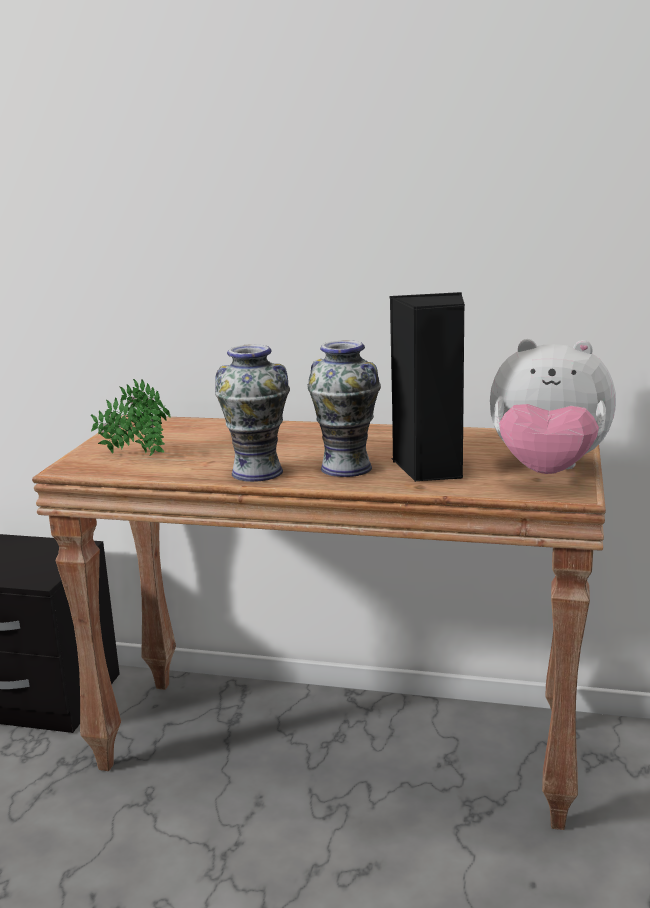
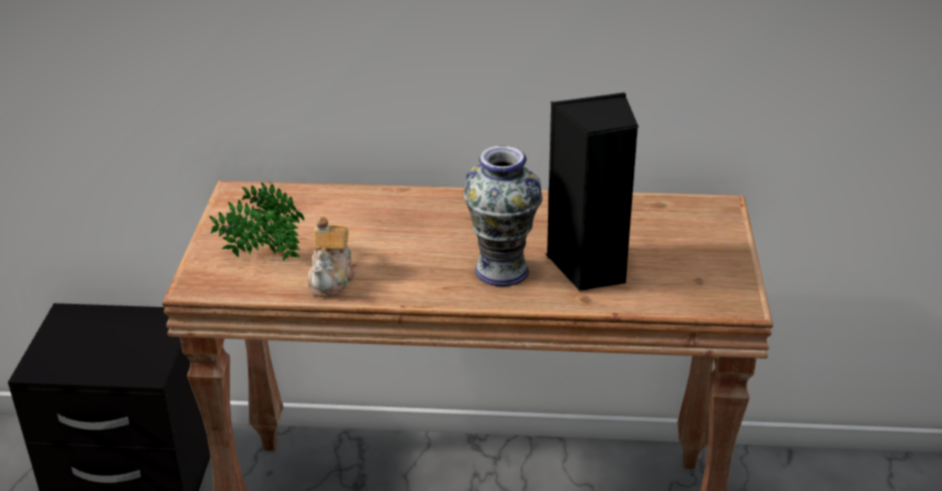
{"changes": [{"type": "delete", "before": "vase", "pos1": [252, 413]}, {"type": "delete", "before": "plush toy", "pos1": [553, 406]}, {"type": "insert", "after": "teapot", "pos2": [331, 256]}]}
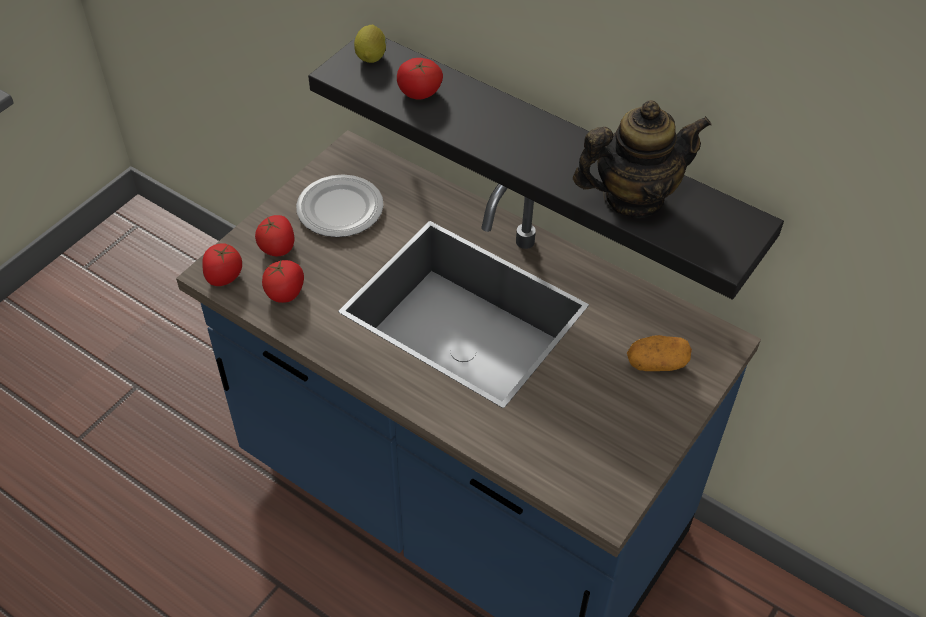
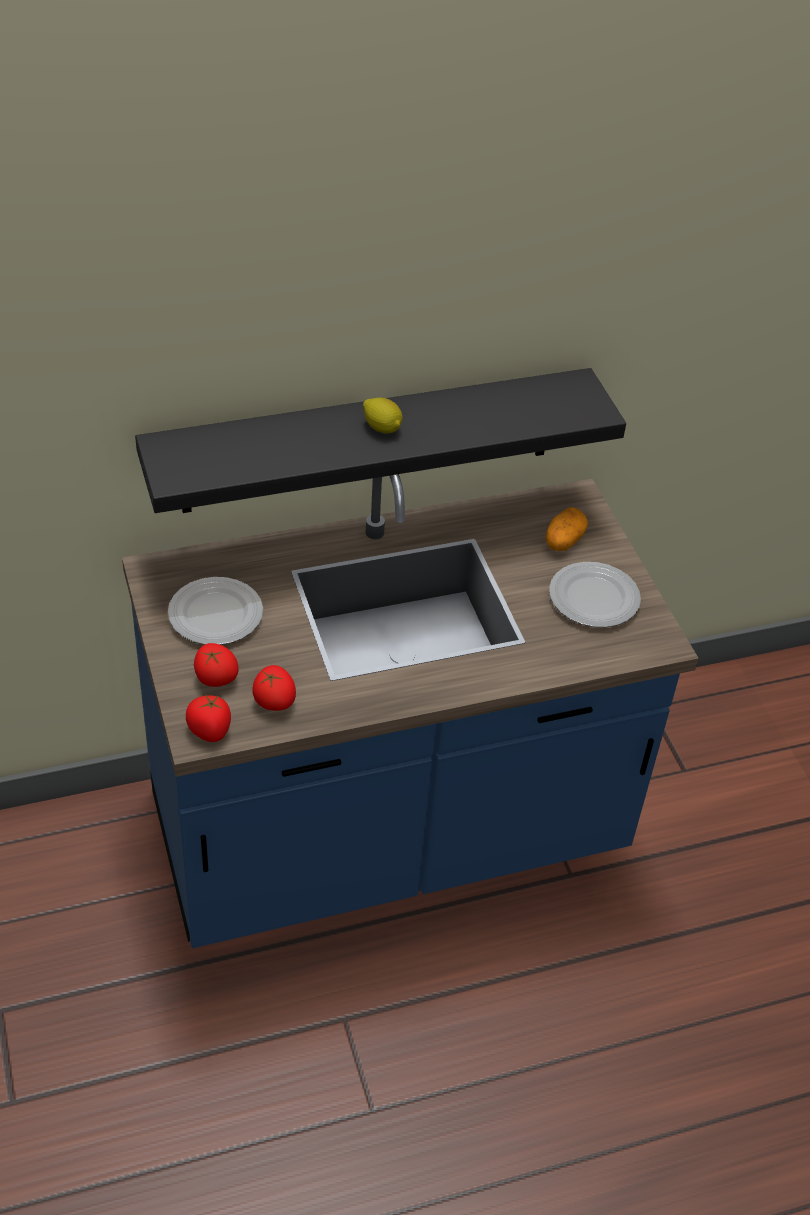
{"changes": [{"type": "move", "before": "lemon", "pos1": [370, 44], "pos2": [382, 415]}, {"type": "delete", "before": "tomato", "pos1": [420, 78]}, {"type": "delete", "before": "teapot", "pos1": [642, 159]}, {"type": "insert", "after": "plate", "pos2": [595, 594]}]}
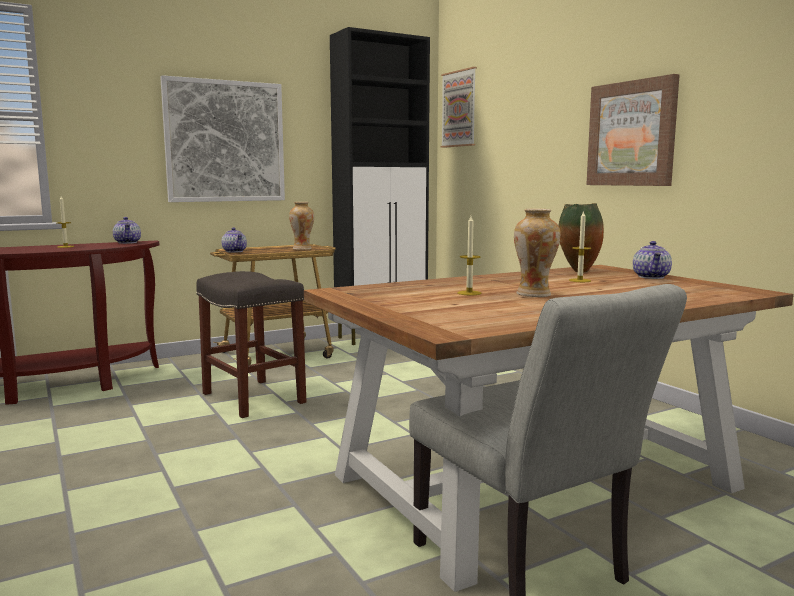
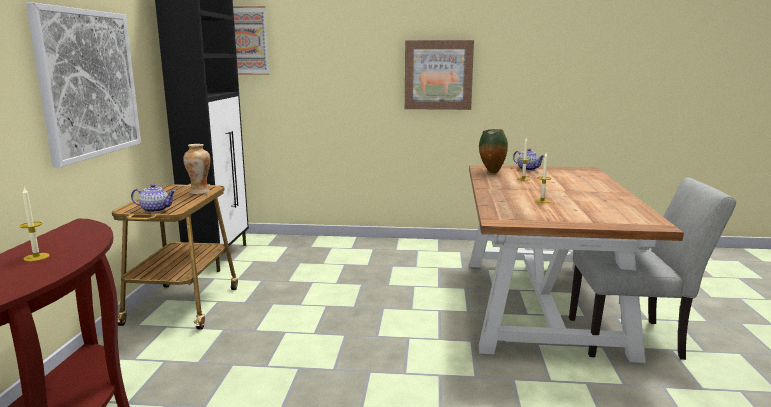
{"changes": [{"type": "delete", "before": "teapot", "pos1": [127, 230]}, {"type": "delete", "before": "grey stool", "pos1": [251, 344]}, {"type": "delete", "before": "vase", "pos1": [537, 252]}]}
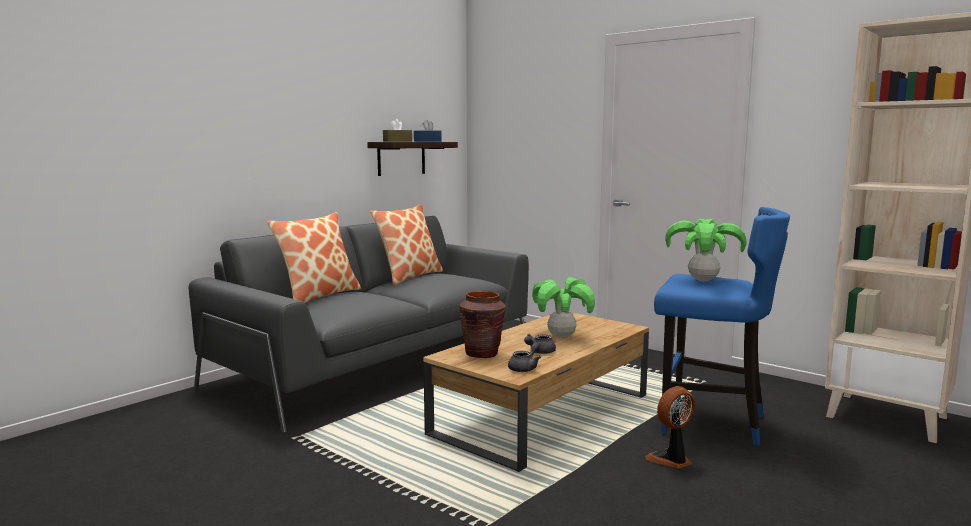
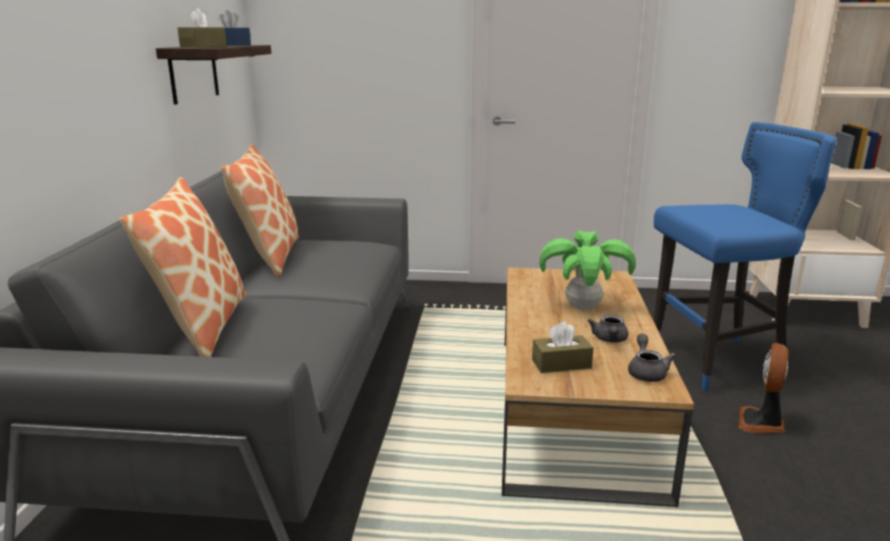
{"changes": [{"type": "replace", "before": "brown vase", "after": "brown tissue box", "pos1": [482, 324], "pos2": [562, 347]}, {"type": "delete", "before": "potted plant", "pos1": [706, 250]}]}
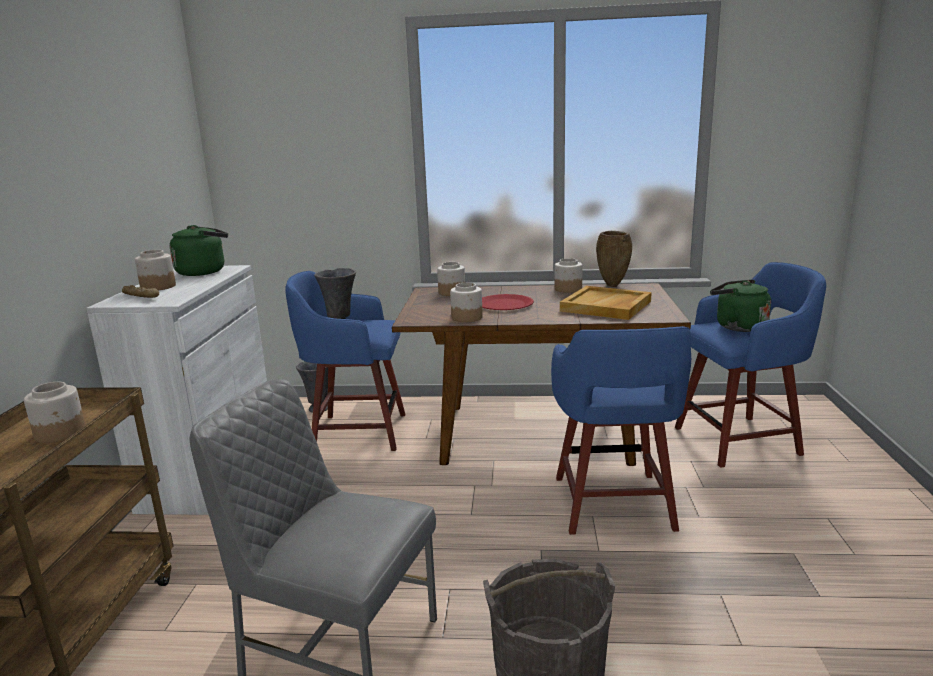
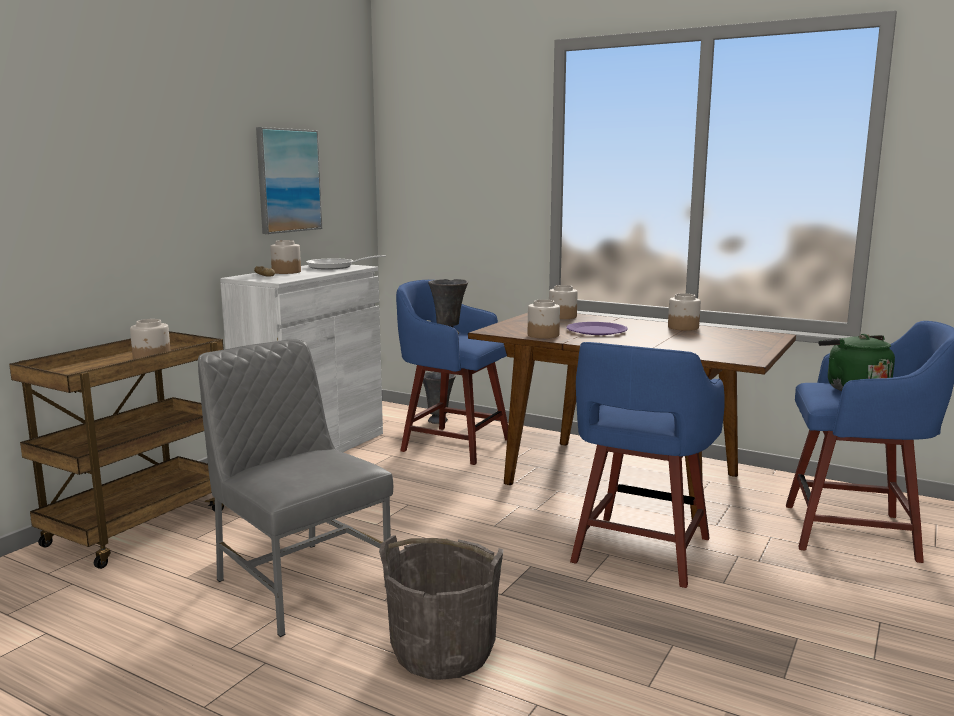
{"changes": [{"type": "replace", "before": "green kettle", "after": "frying pan", "pos1": [198, 250], "pos2": [346, 262]}, {"type": "recolor", "before": "red plate", "after": "purple plate", "pos1": [508, 302], "pos2": [597, 328]}, {"type": "delete", "before": "beige tray", "pos1": [606, 303]}, {"type": "delete", "before": "brown vase", "pos1": [614, 259]}, {"type": "insert", "after": "picture", "pos2": [289, 180]}]}
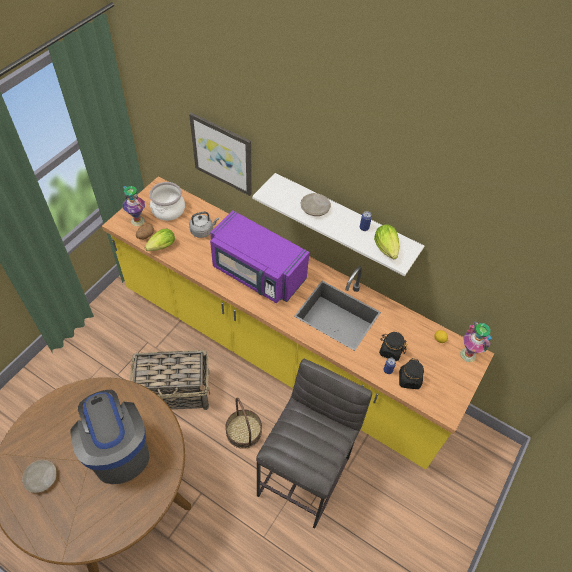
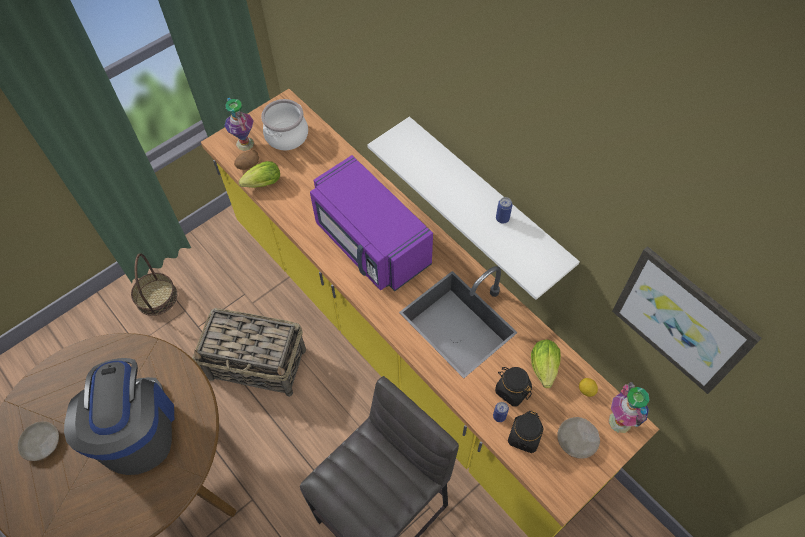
{"changes": [{"type": "move", "before": "picture", "pos1": [220, 154], "pos2": [687, 320]}, {"type": "delete", "before": "grey kettle", "pos1": [204, 224]}, {"type": "move", "before": "basket", "pos1": [243, 423], "pos2": [154, 284]}, {"type": "move", "before": "beige plate", "pos1": [316, 204], "pos2": [578, 438]}, {"type": "move", "before": "lettuce", "pos1": [387, 241], "pos2": [546, 363]}]}
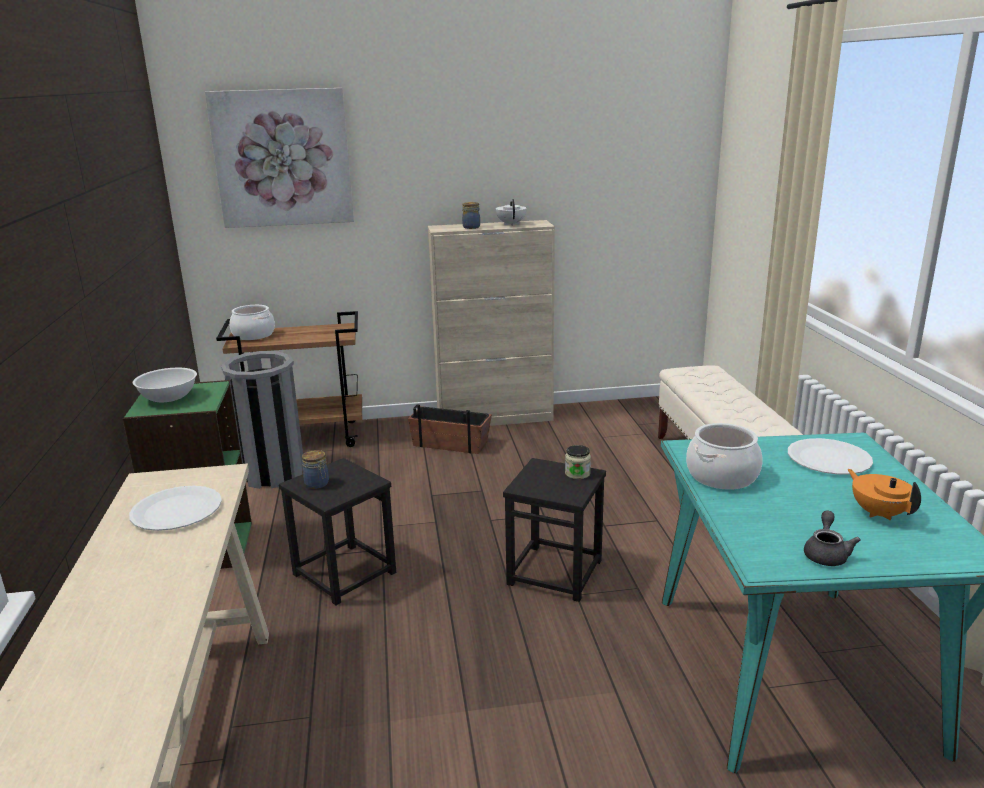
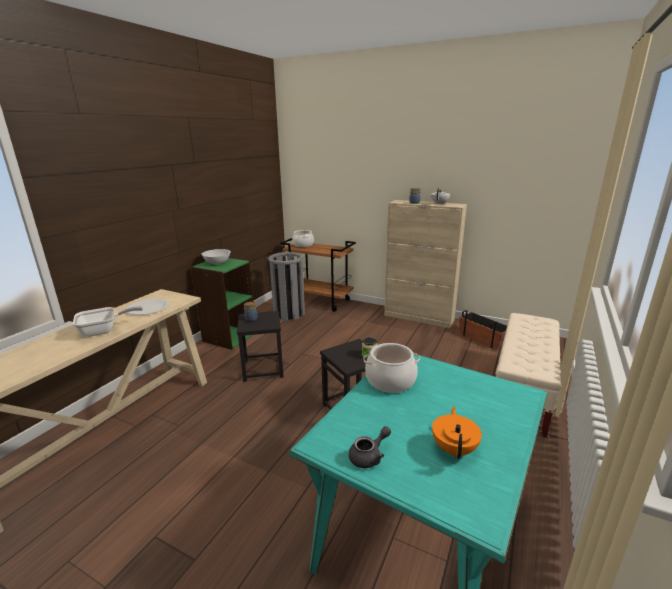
{"changes": [{"type": "delete", "before": "picture", "pos1": [279, 158]}, {"type": "move", "before": "planter", "pos1": [450, 429], "pos2": [483, 330]}, {"type": "delete", "before": "white plate", "pos1": [830, 456]}, {"type": "insert", "after": "frying pan", "pos2": [108, 321]}]}
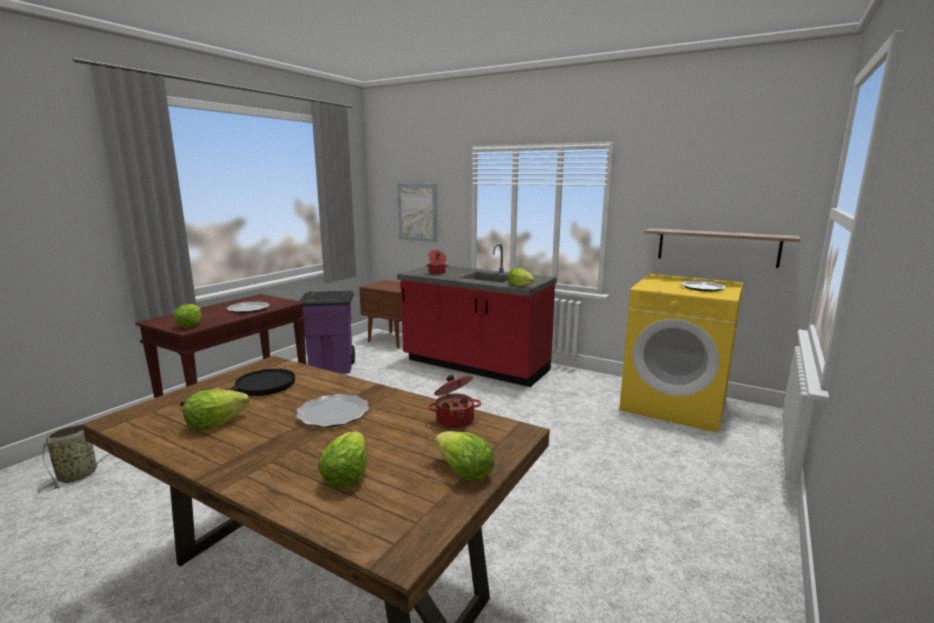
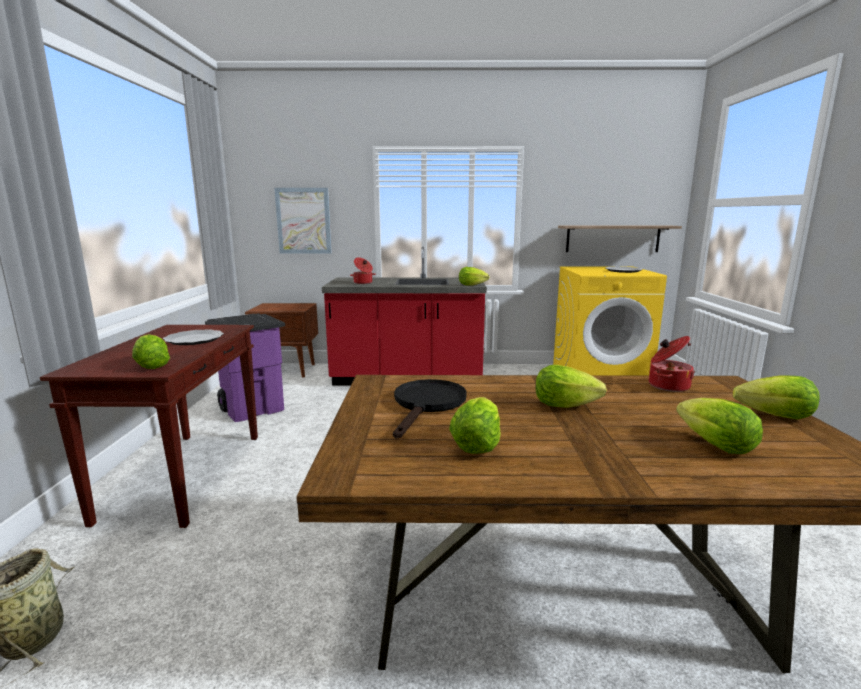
{"changes": [{"type": "replace", "before": "plate", "after": "lettuce", "pos1": [332, 410], "pos2": [571, 386]}]}
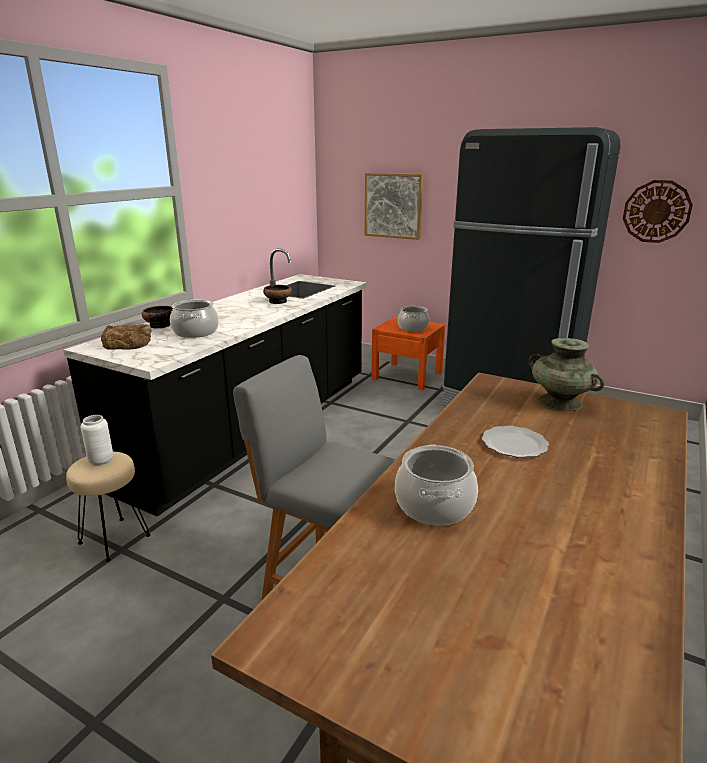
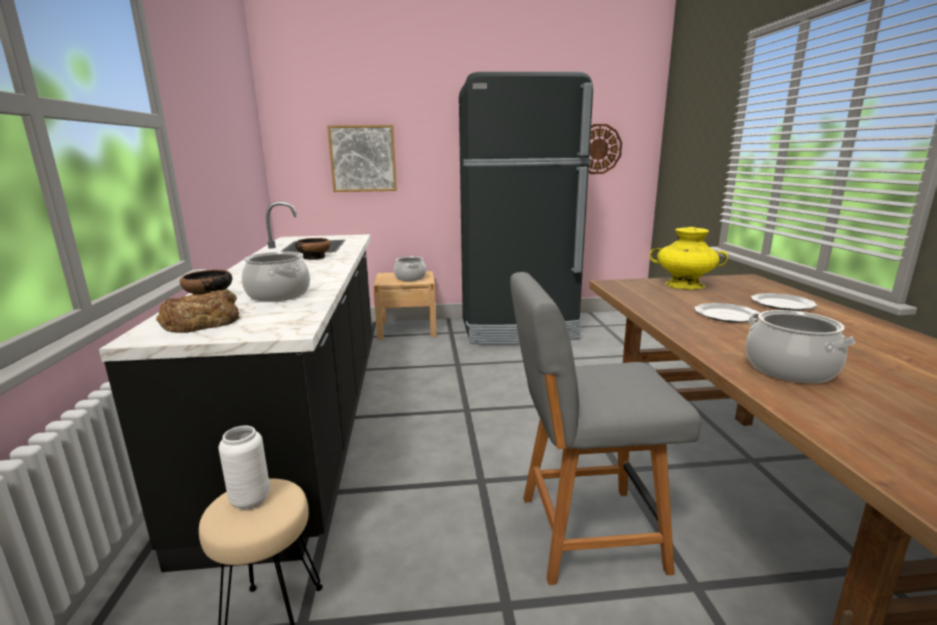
{"changes": [{"type": "recolor", "before": "orange nightstand", "after": "beige nightstand", "pos1": [408, 353], "pos2": [405, 305]}, {"type": "recolor", "before": "turquoise vase", "after": "yellow vase", "pos1": [567, 374], "pos2": [688, 258]}, {"type": "insert", "after": "plate", "pos2": [784, 302]}]}
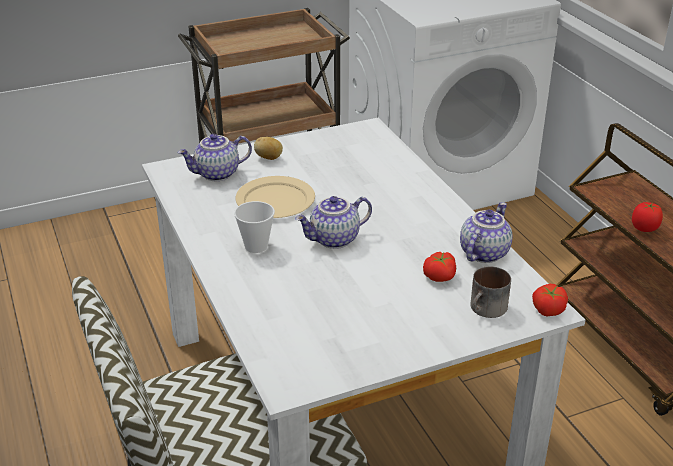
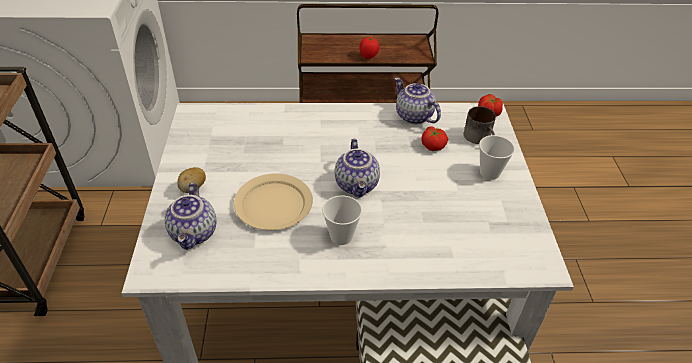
{"changes": [{"type": "insert", "after": "cup", "pos2": [497, 157]}]}
